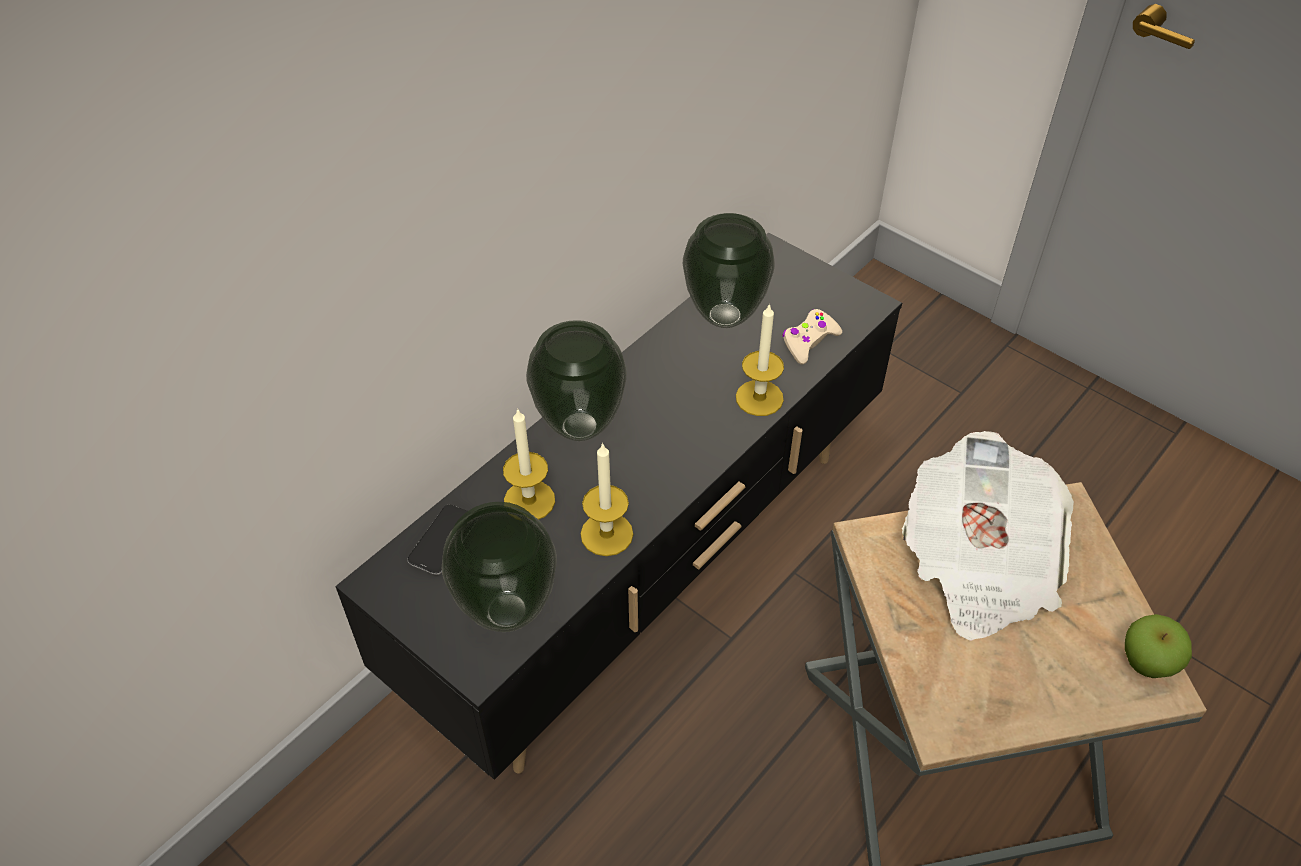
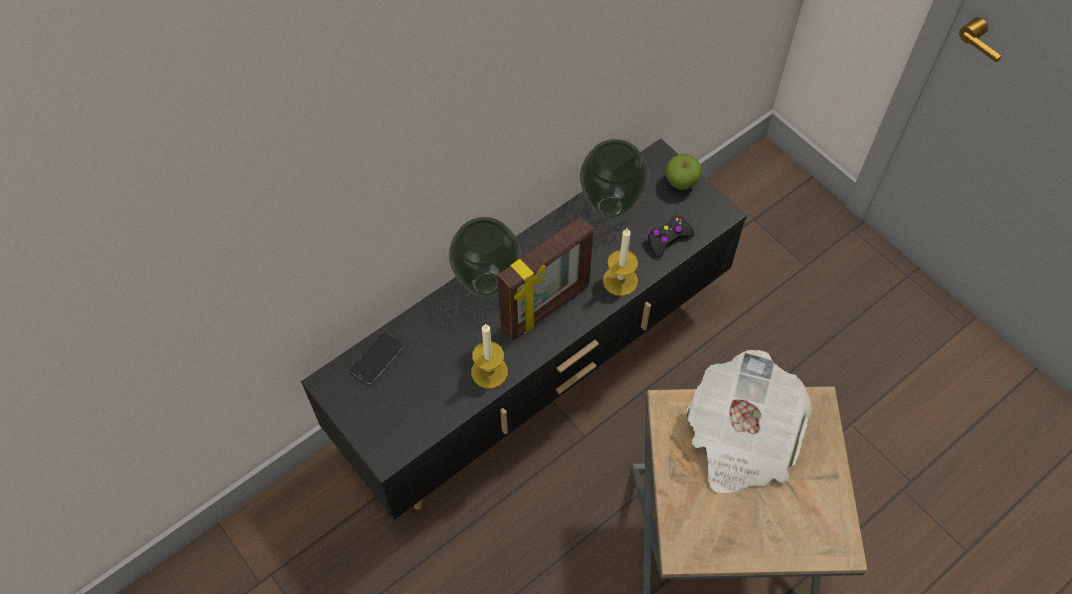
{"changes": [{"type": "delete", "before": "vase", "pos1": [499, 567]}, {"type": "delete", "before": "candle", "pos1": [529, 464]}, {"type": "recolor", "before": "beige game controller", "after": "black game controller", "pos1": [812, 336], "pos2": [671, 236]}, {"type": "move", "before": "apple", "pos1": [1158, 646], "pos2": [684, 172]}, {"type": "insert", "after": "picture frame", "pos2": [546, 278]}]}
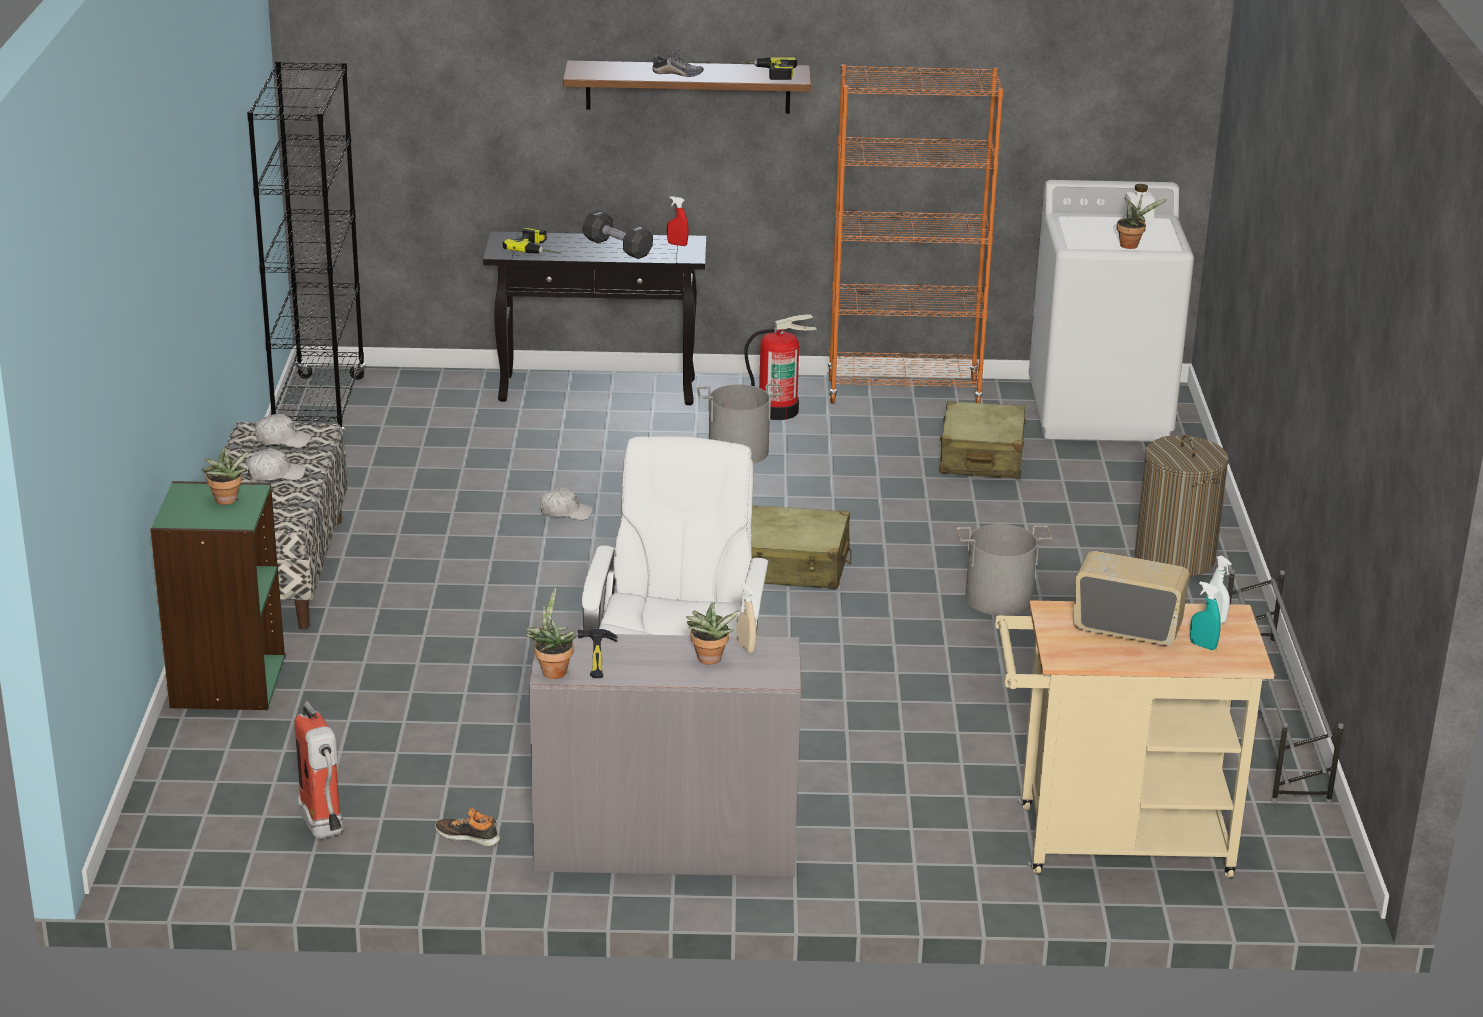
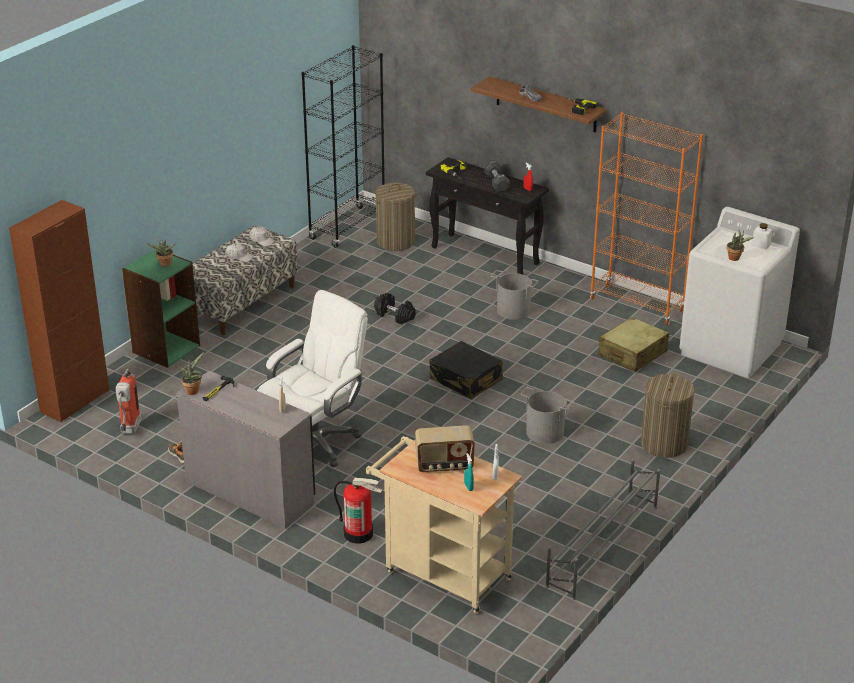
{"changes": [{"type": "replace", "before": "white cap", "after": "black dumbbell", "pos1": [566, 503], "pos2": [395, 308]}, {"type": "delete", "before": "potted plant", "pos1": [713, 633]}, {"type": "move", "before": "fire extinguisher", "pos1": [780, 367], "pos2": [357, 511]}, {"type": "recolor", "before": "beige suitcase", "after": "black suitcase", "pos1": [802, 547], "pos2": [466, 370]}, {"type": "rotate", "before": "radio", "pos1": [1131, 598], "pos2": [445, 449], "turn": 120}, {"type": "insert", "after": "brown cabinet", "pos2": [59, 311]}, {"type": "insert", "after": "laundry basket", "pos2": [395, 217]}]}
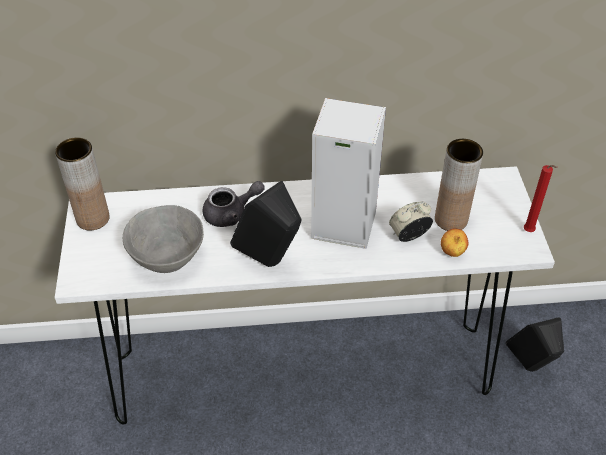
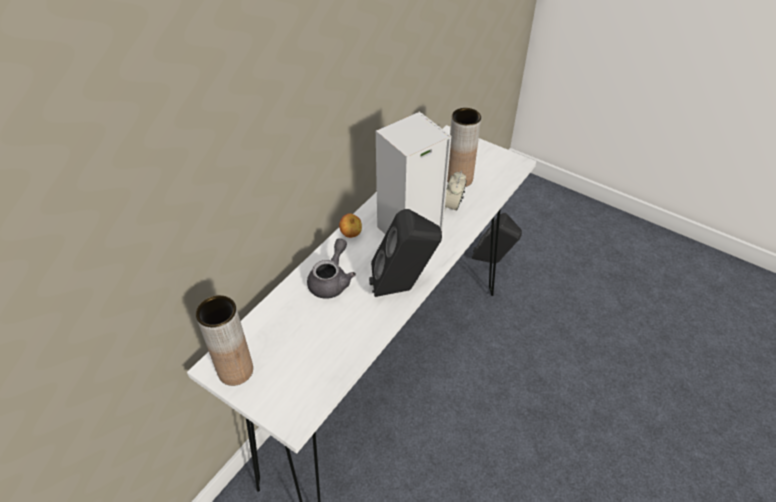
{"changes": [{"type": "delete", "before": "grey bowl", "pos1": [163, 239]}, {"type": "move", "before": "apple", "pos1": [454, 242], "pos2": [350, 225]}, {"type": "delete", "before": "red candle", "pos1": [541, 198]}]}
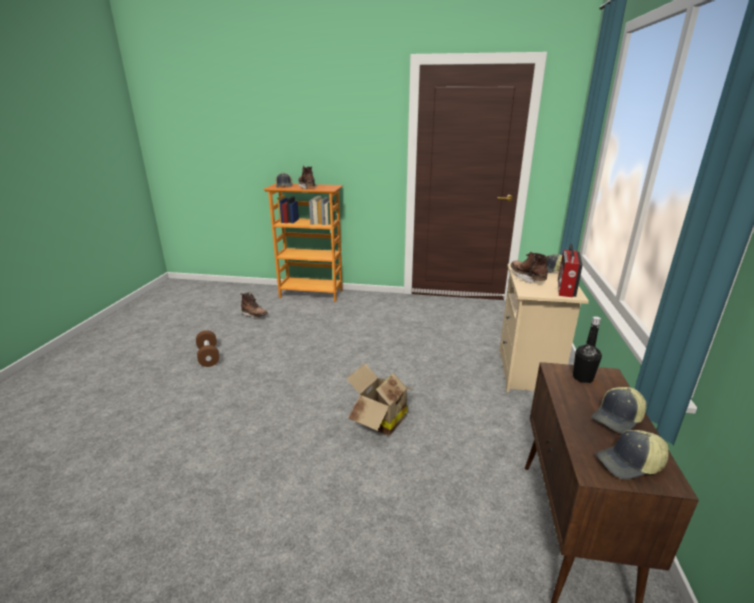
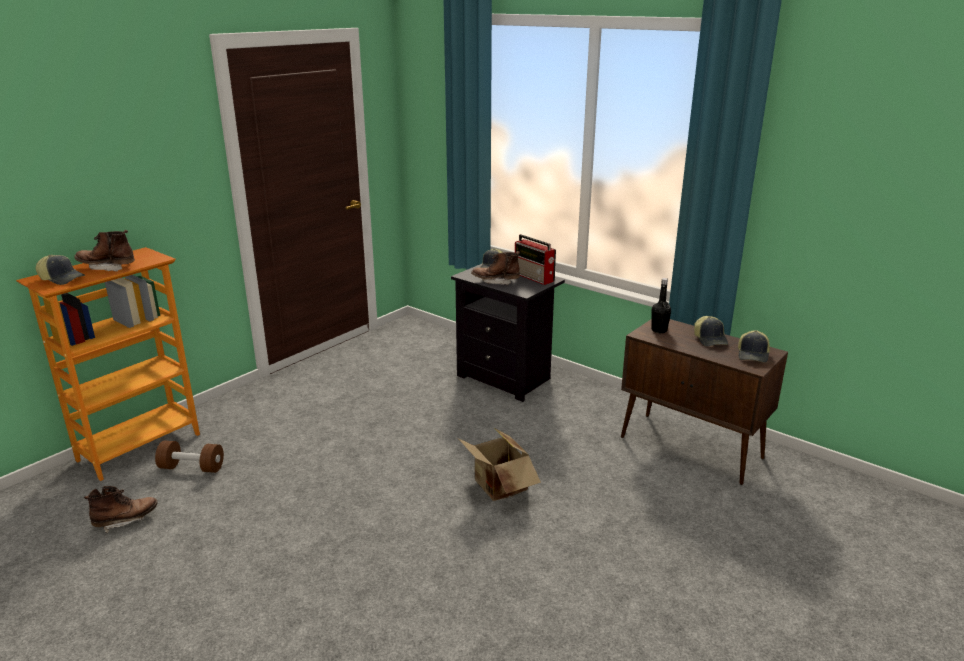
{"changes": [{"type": "move", "before": "brown dumbbell", "pos1": [207, 348], "pos2": [189, 457]}, {"type": "recolor", "before": "beige nightstand", "after": "black nightstand", "pos1": [544, 328], "pos2": [508, 332]}]}
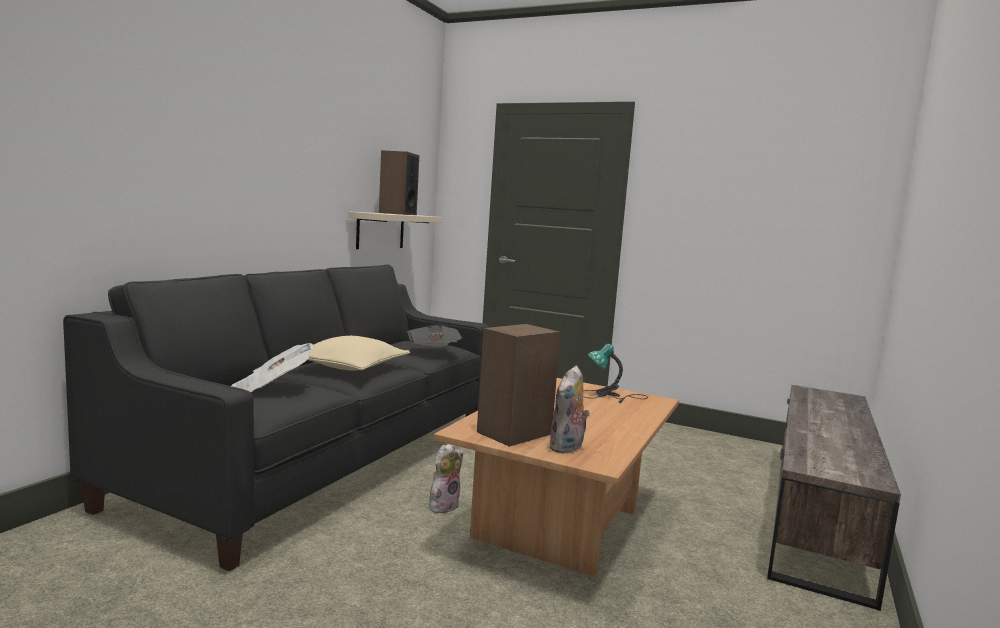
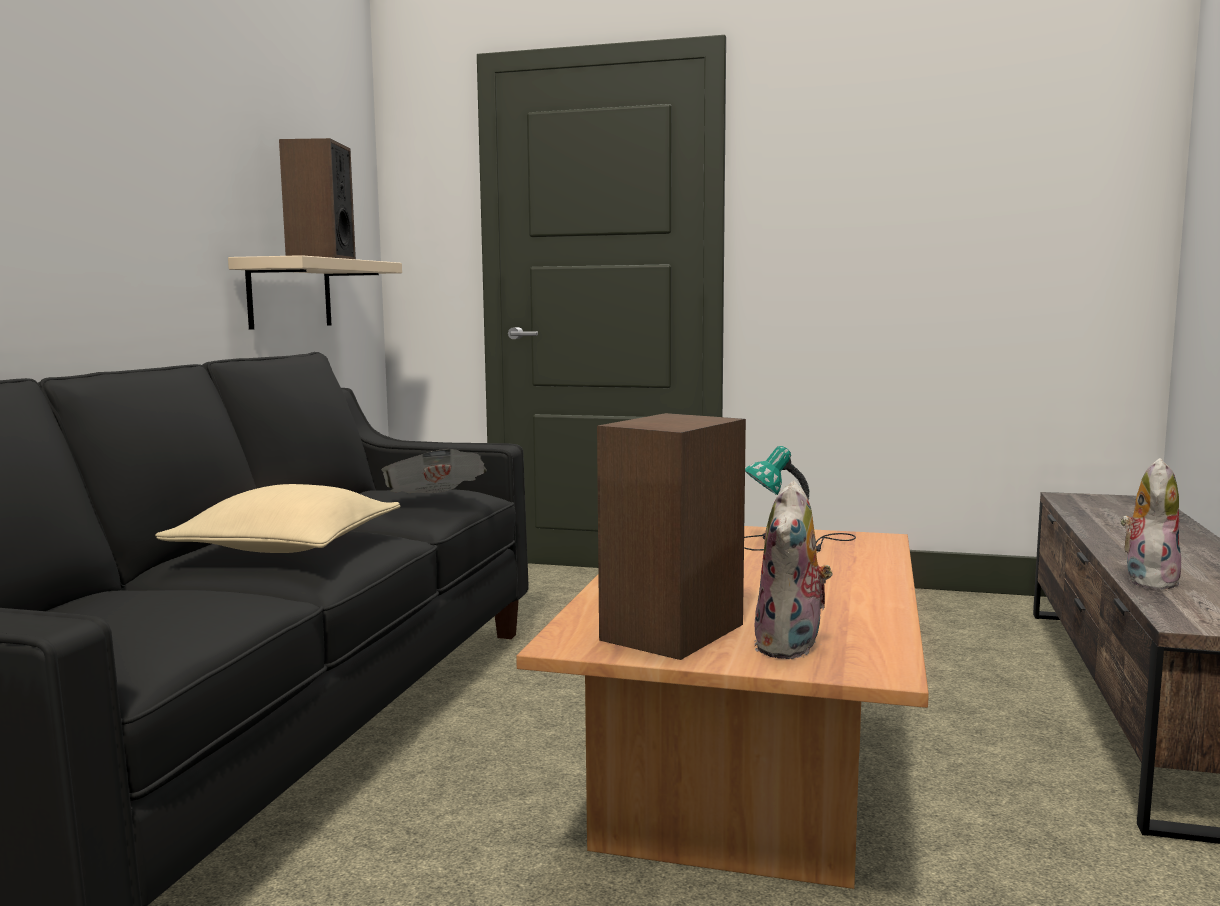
{"changes": [{"type": "delete", "before": "newspaper", "pos1": [273, 367]}, {"type": "move", "before": "plush toy", "pos1": [446, 478], "pos2": [1150, 524]}]}
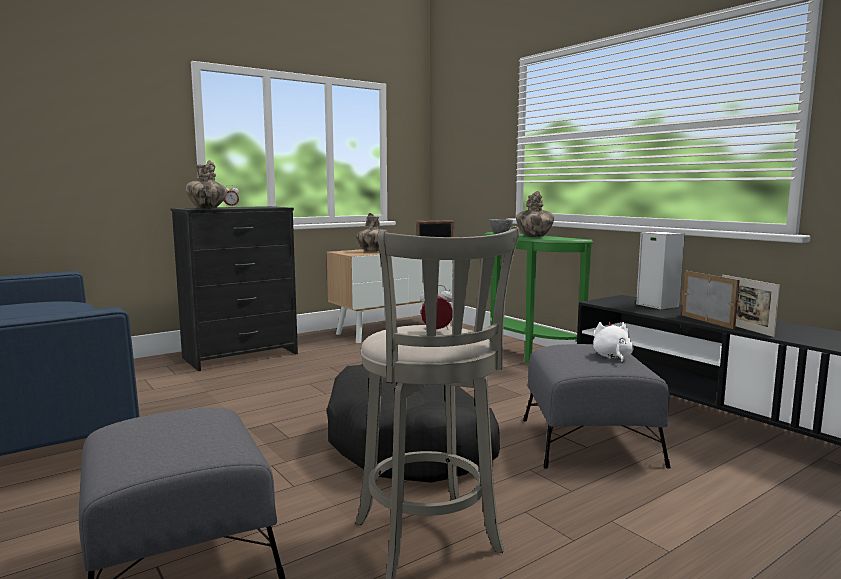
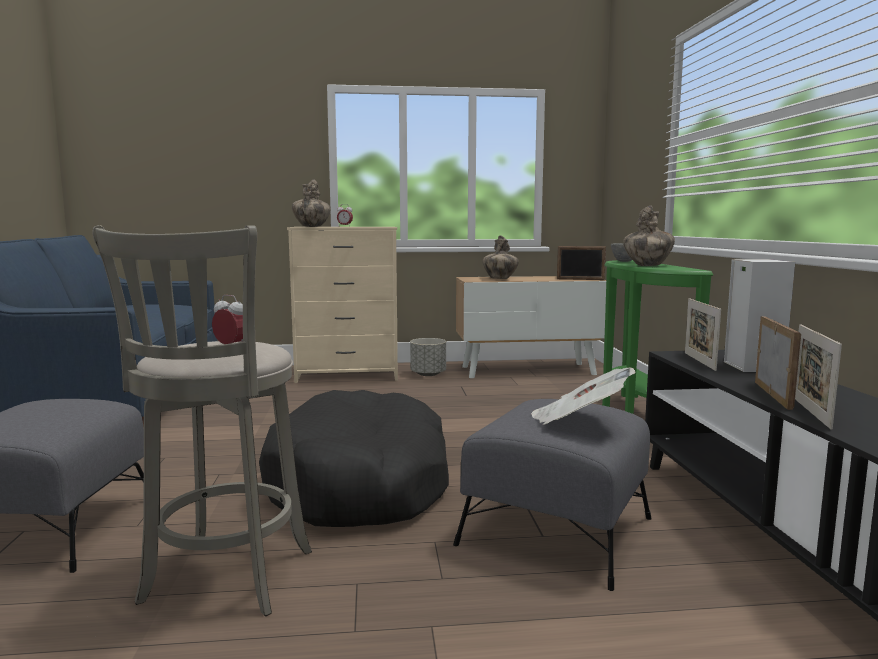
{"changes": [{"type": "recolor", "before": "black dresser", "after": "beige dresser", "pos1": [234, 288], "pos2": [342, 305]}, {"type": "replace", "before": "white plush toy", "after": "newspaper", "pos1": [613, 342], "pos2": [583, 396]}, {"type": "insert", "after": "grey planter", "pos2": [428, 357]}, {"type": "insert", "after": "picture frame", "pos2": [703, 334]}]}
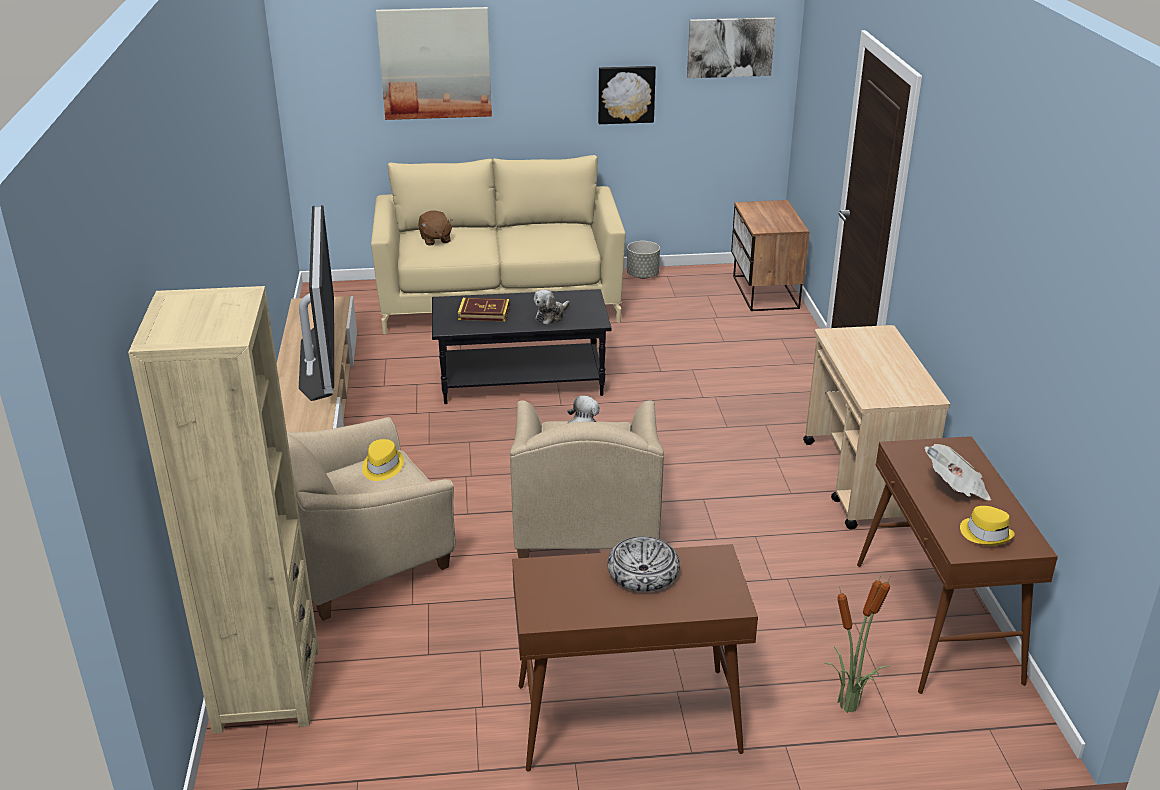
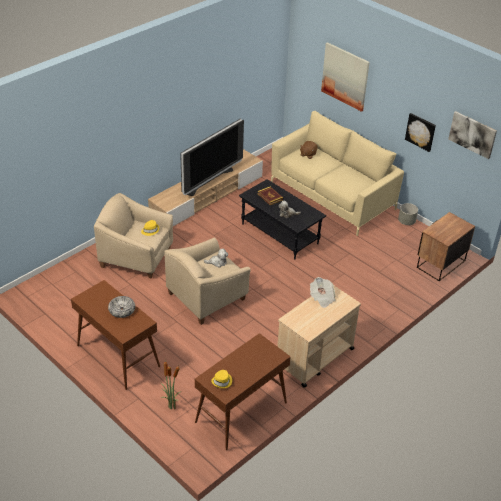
{"changes": [{"type": "delete", "before": "beige bookcase", "pos1": [223, 510]}, {"type": "move", "before": "newspaper", "pos1": [958, 472], "pos2": [323, 292]}]}
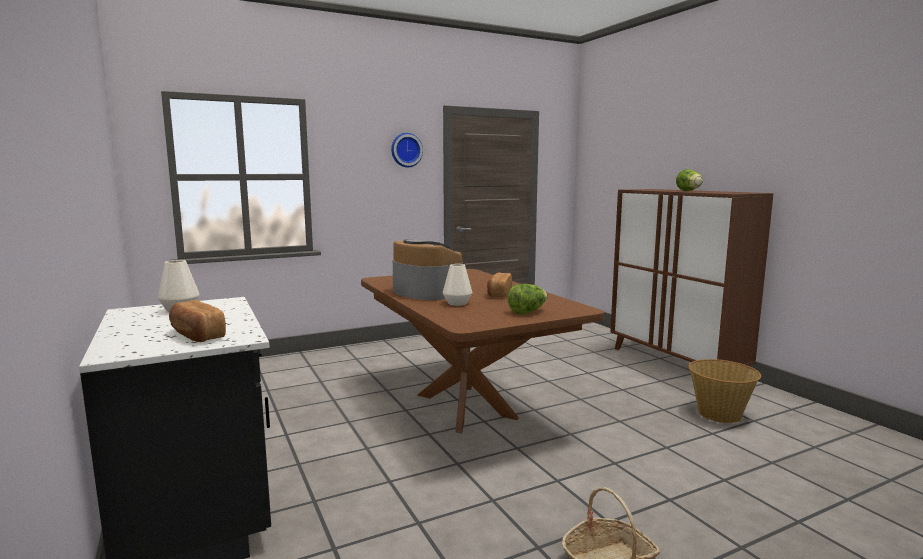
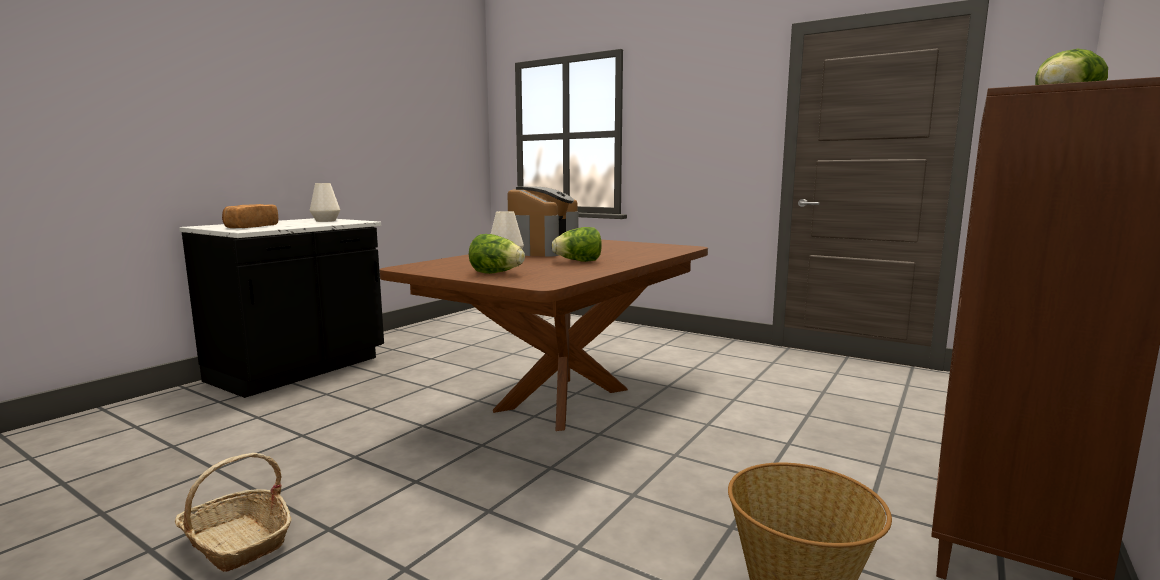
{"changes": [{"type": "delete", "before": "wall clock", "pos1": [407, 150]}, {"type": "replace", "before": "bread", "after": "lettuce", "pos1": [499, 284], "pos2": [577, 244]}]}
